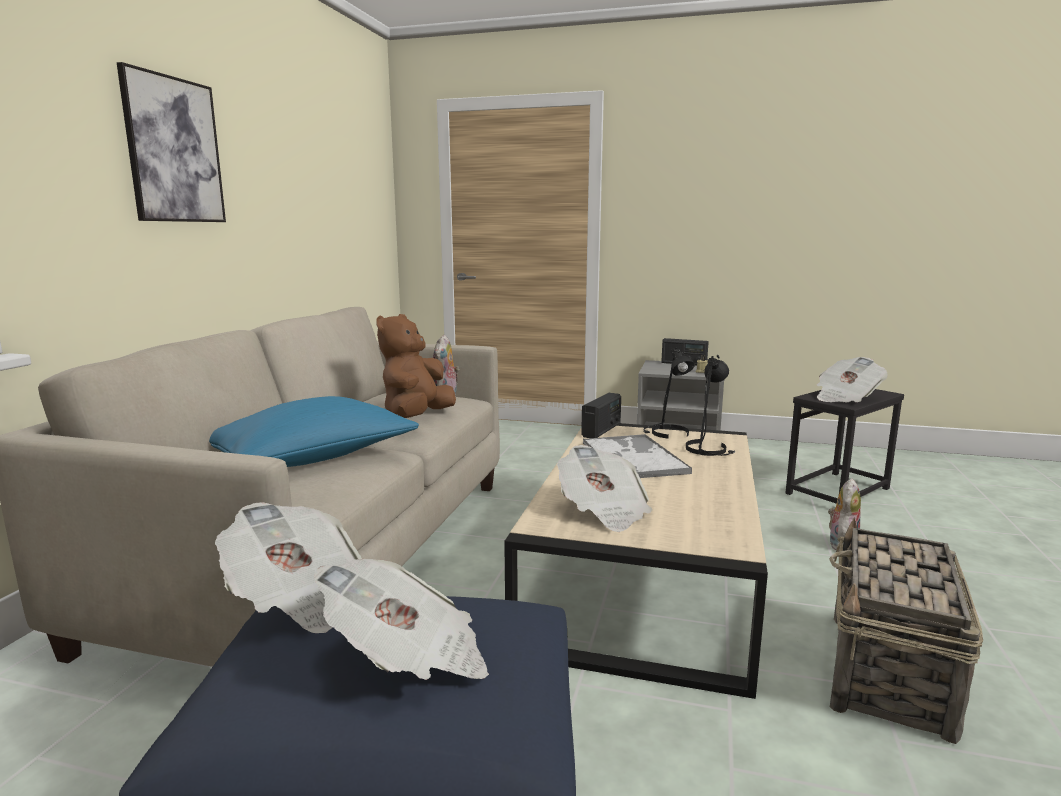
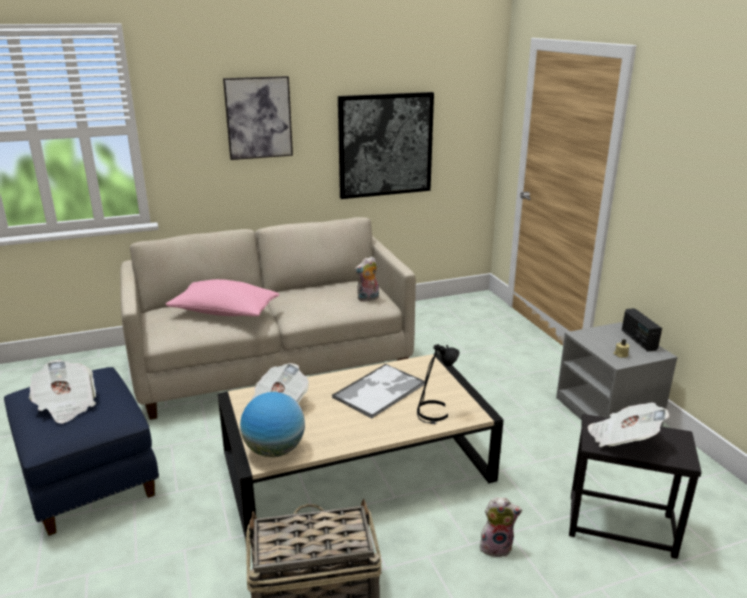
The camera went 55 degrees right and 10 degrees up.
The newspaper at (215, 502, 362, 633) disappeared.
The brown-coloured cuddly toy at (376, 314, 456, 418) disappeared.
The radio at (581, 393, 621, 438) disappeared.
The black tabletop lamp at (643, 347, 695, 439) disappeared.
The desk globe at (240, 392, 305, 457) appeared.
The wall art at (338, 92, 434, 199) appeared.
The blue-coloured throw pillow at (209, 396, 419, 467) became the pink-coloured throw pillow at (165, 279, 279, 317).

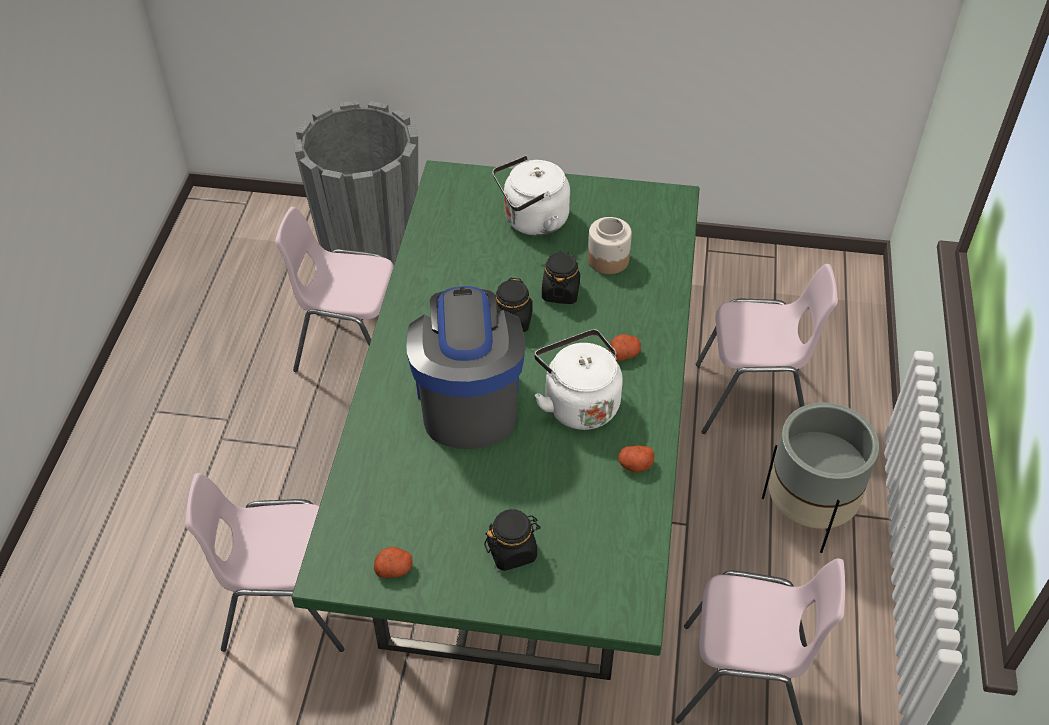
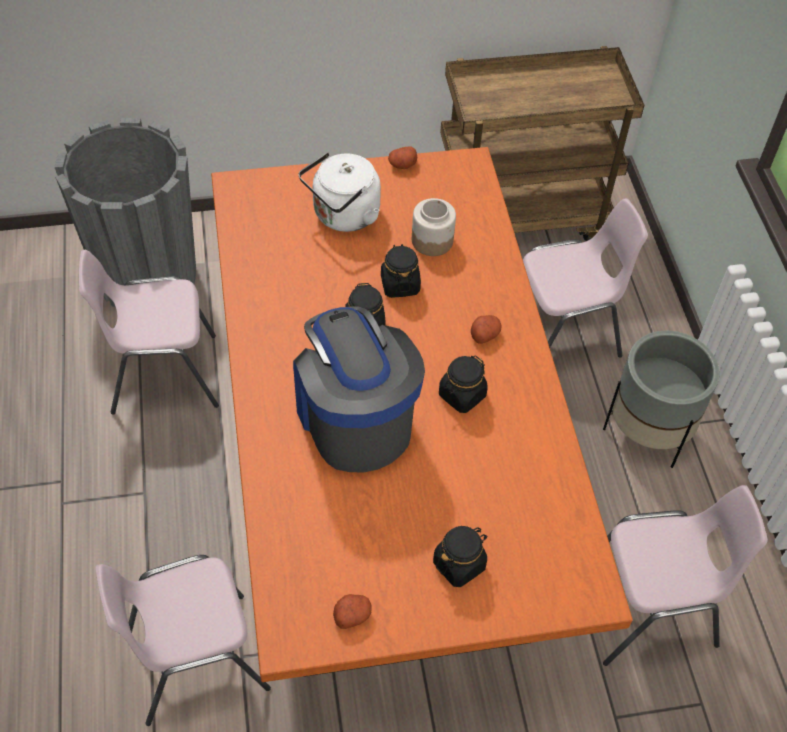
The camera went 20 degrees left and 5 degrees up.
The brown-coloured wheeled cart at (440, 46, 644, 241) appeared.
The spud moved from (618, 445, 655, 473) to (388, 146, 417, 169).
The white tea kettle at (535, 330, 623, 430) was replaced by the black jar at (439, 355, 488, 413).
The greenish dining table at (292, 160, 700, 680) became the orange dining table at (211, 147, 633, 682).

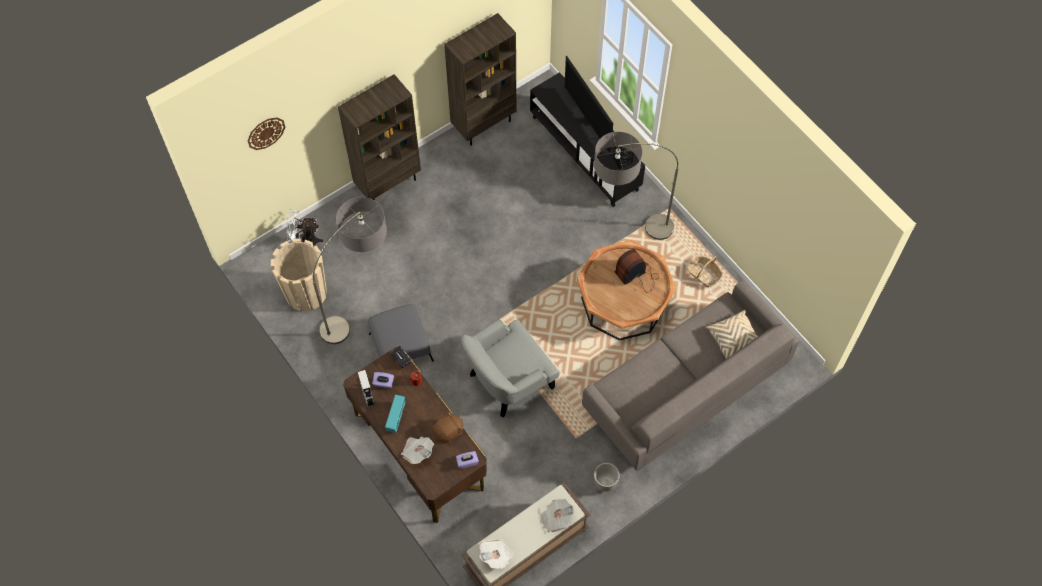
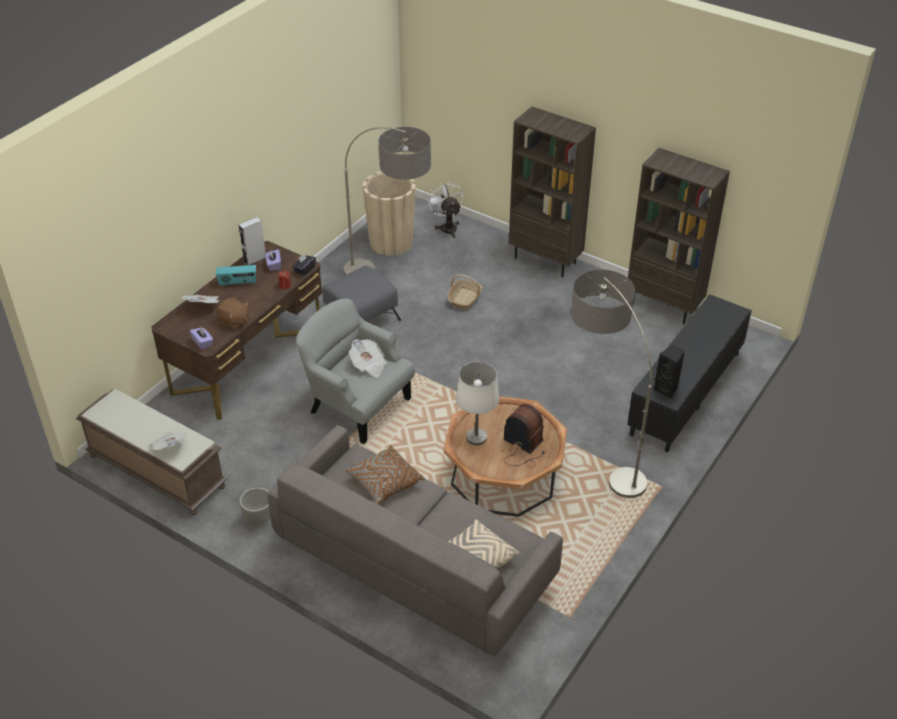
The camera went 70 degrees right and 20 degrees down.
The clock on the wall at (248, 117, 285, 150) disappeared.
The TV set at (564, 56, 613, 153) disappeared.
The brown-coloured throw pillow at (345, 445, 425, 504) appeared.
The white tabletop lamp at (456, 362, 499, 445) appeared.
The newspaper moved from (479, 539, 515, 569) to (349, 339, 388, 377).
The household basket moved from (687, 256, 722, 287) to (448, 274, 482, 309).

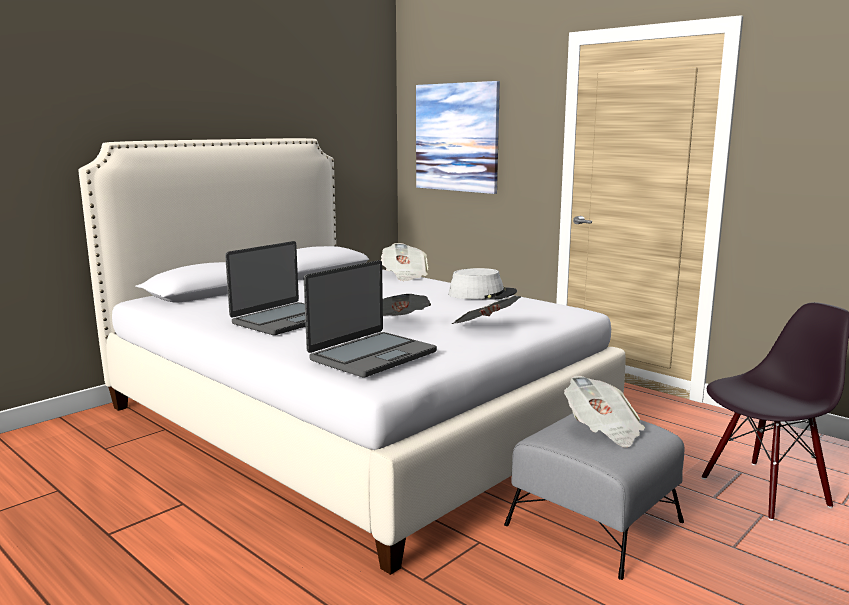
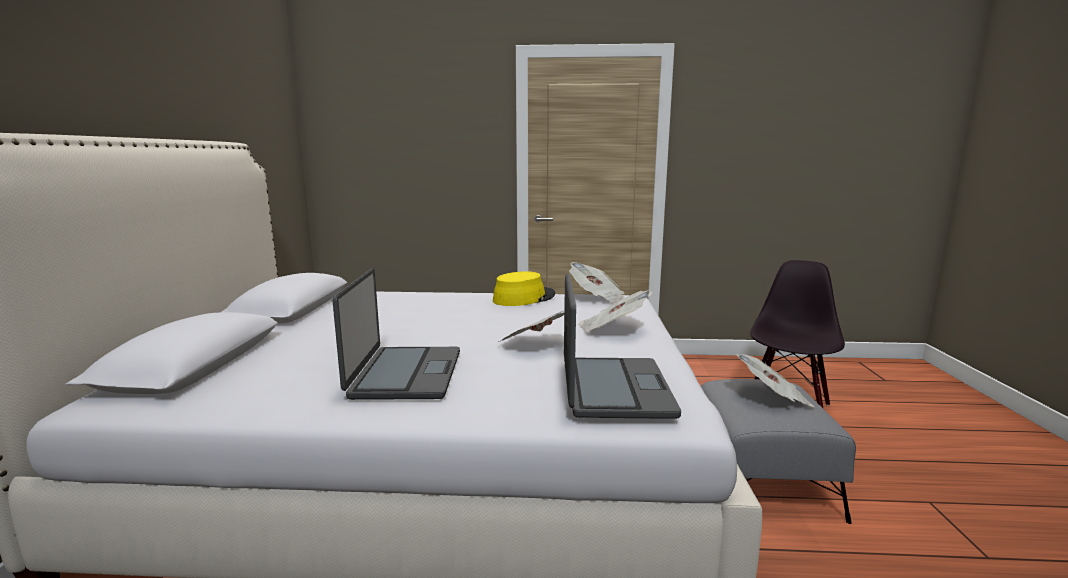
The camera went 40 degrees left and 0 degrees up.
The wall art at (416, 81, 500, 194) disappeared.
The newspaper moved from (381, 243, 428, 281) to (569, 262, 624, 303).
The grey clothing hat at (448, 268, 517, 300) became the yellow-coloured clothing hat at (493, 271, 555, 306).

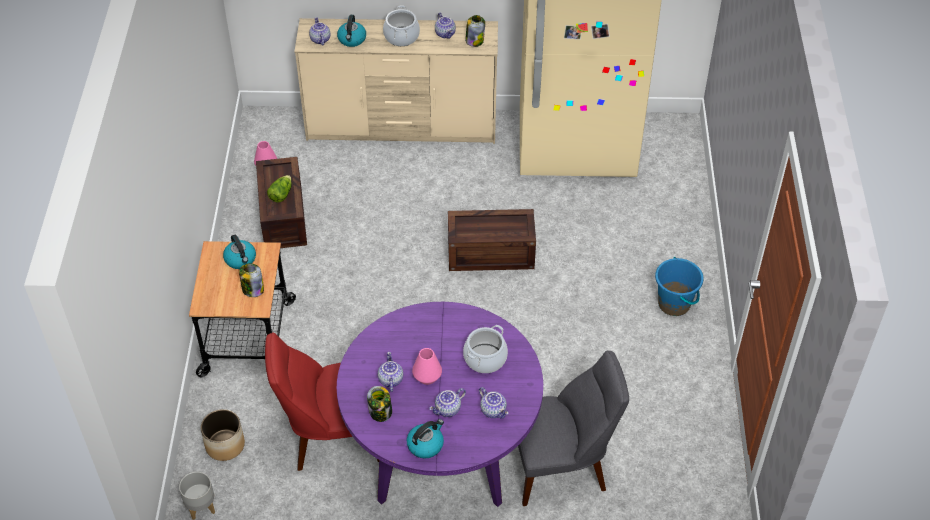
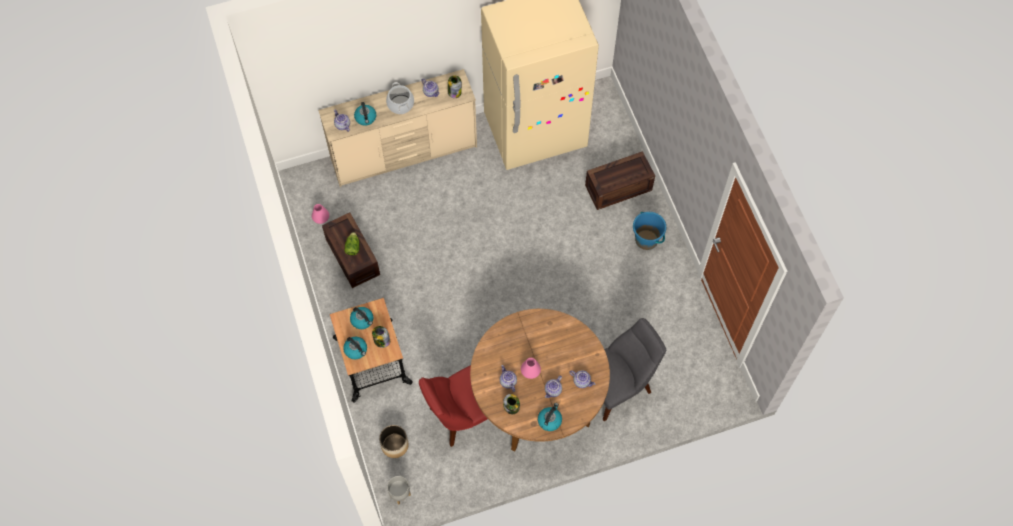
The camera went 20 degrees left and 15 degrees up.
The stockpot at (463, 325, 508, 373) disappeared.
The tea kettle at (343, 337, 367, 359) appeared.
The packing crate moved from (448, 209, 536, 271) to (585, 151, 655, 210).
The purple dining table at (337, 302, 543, 507) became the brown-coloured dining table at (470, 309, 610, 451).

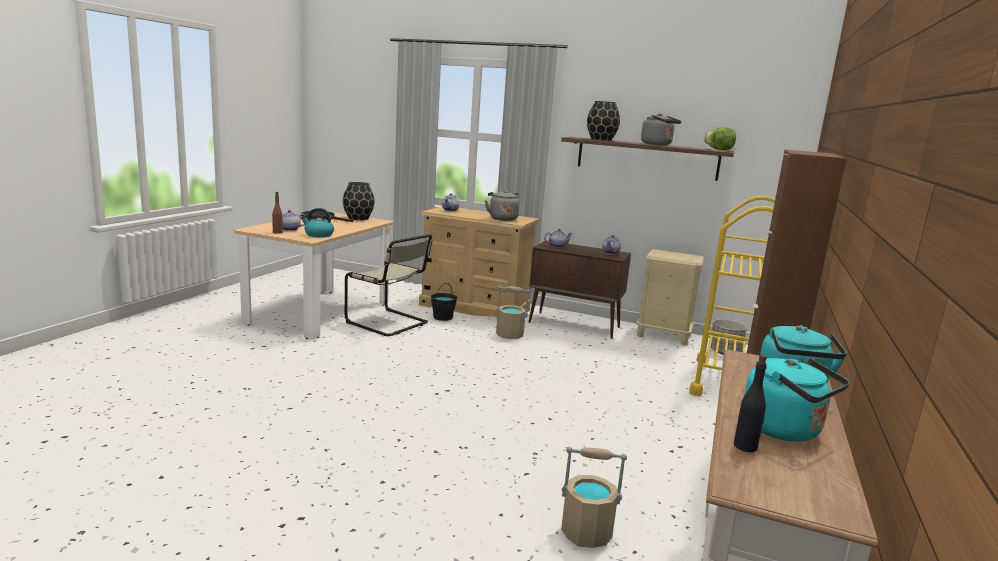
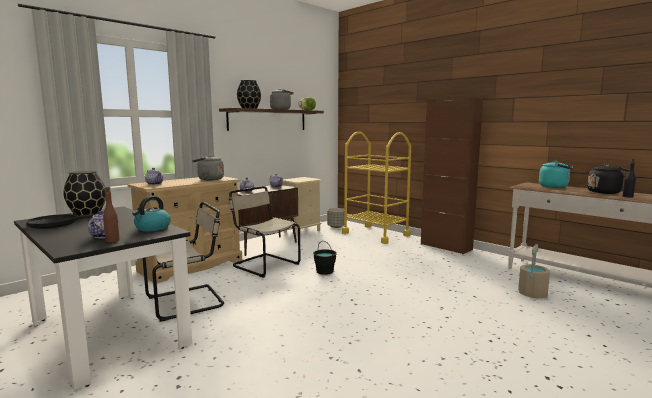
The camera went 65 degrees left and 5 degrees down.
The black pail moved from (431, 283, 457, 321) to (313, 241, 337, 275).
The beige pail at (496, 286, 530, 339) was replaced by the beige chair at (229, 186, 300, 278).
The beige dining table at (234, 212, 394, 339) became the black dining table at (14, 206, 192, 390).
The turquoise-coloured tea kettle at (744, 358, 850, 442) became the black tea kettle at (587, 164, 629, 194).

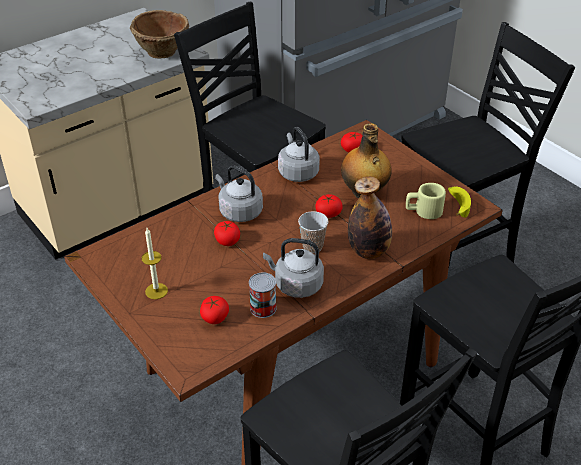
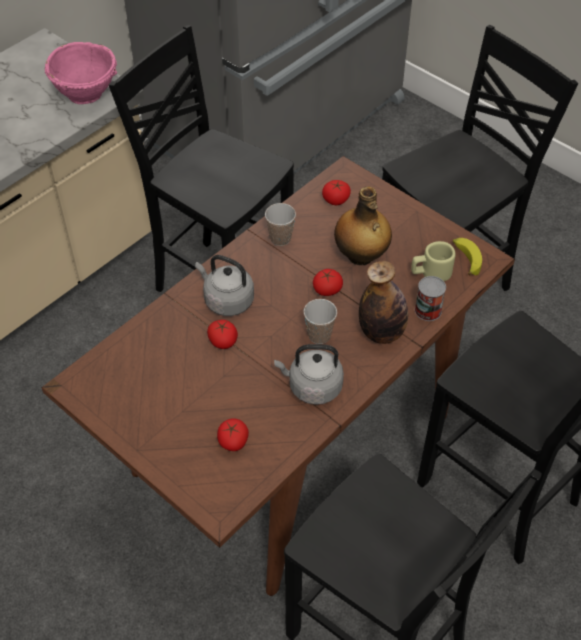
The camera went 10 degrees left and 10 degrees up.
The wax candle at (142, 228, 168, 299) disappeared.
The sealed can moved from (249, 272, 277, 318) to (415, 276, 446, 321).
The grey tea kettle at (278, 127, 320, 182) was replaced by the cup at (265, 203, 296, 246).
The brown-coloured deep dish at (130, 10, 189, 58) became the pink-coloured deep dish at (44, 42, 117, 104).

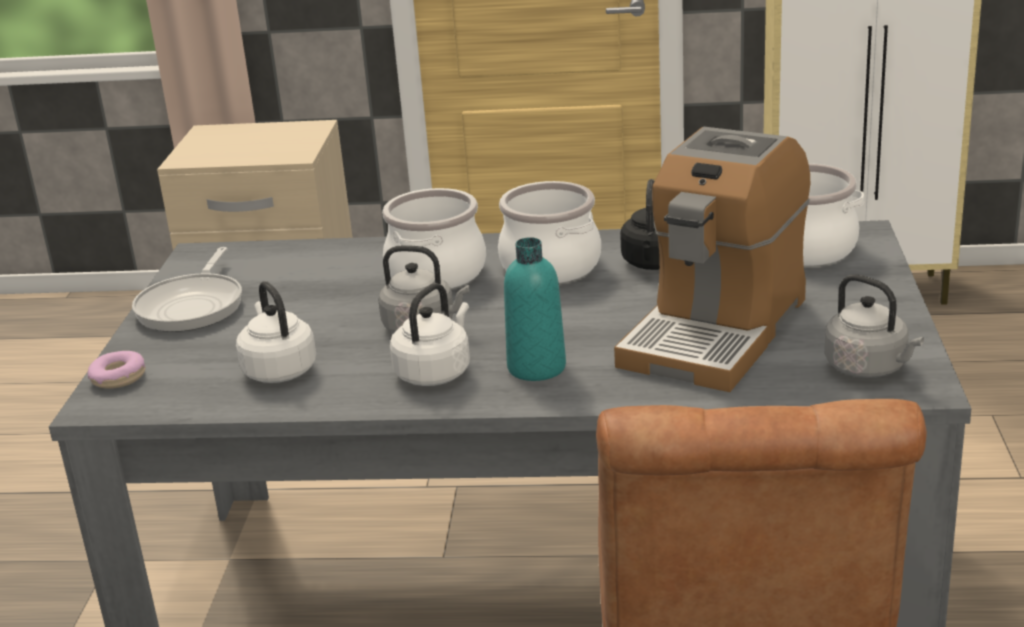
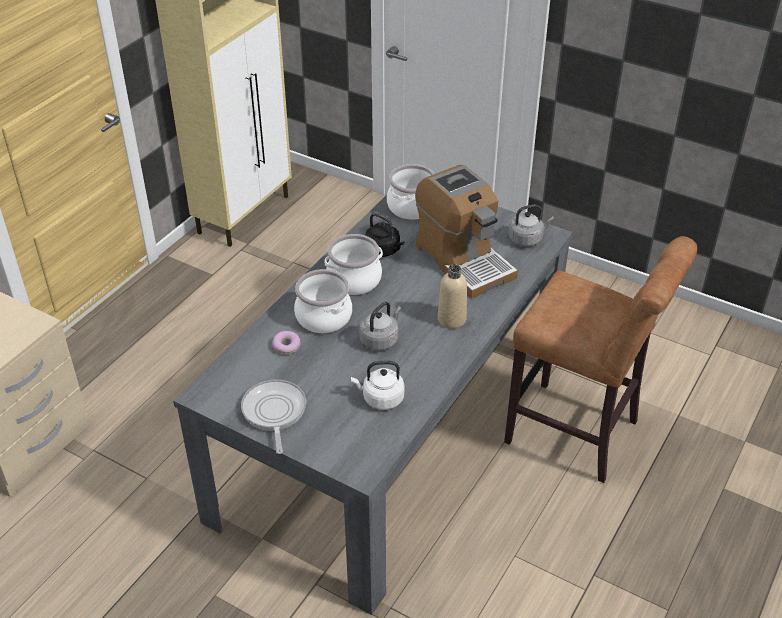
The camera went 65 degrees left and 15 degrees up.
The white tea kettle at (390, 283, 470, 386) disappeared.
The donut moved from (88, 351, 145, 389) to (273, 331, 300, 354).
The turquoise-coloured beverage bottle at (504, 237, 566, 381) became the beige beverage bottle at (438, 264, 467, 329).
The pan at (132, 247, 242, 332) turned 135 degrees counterclockwise.

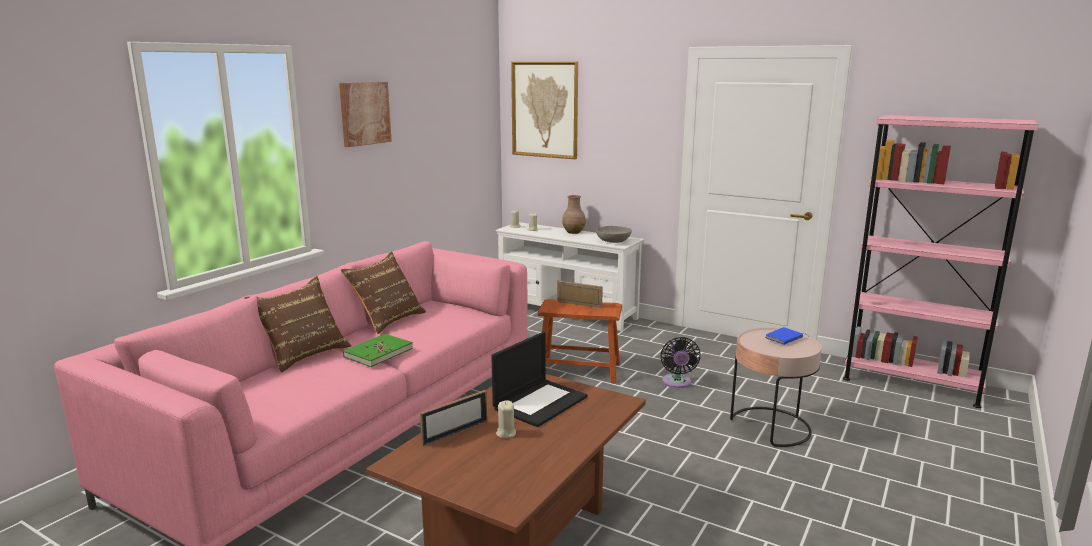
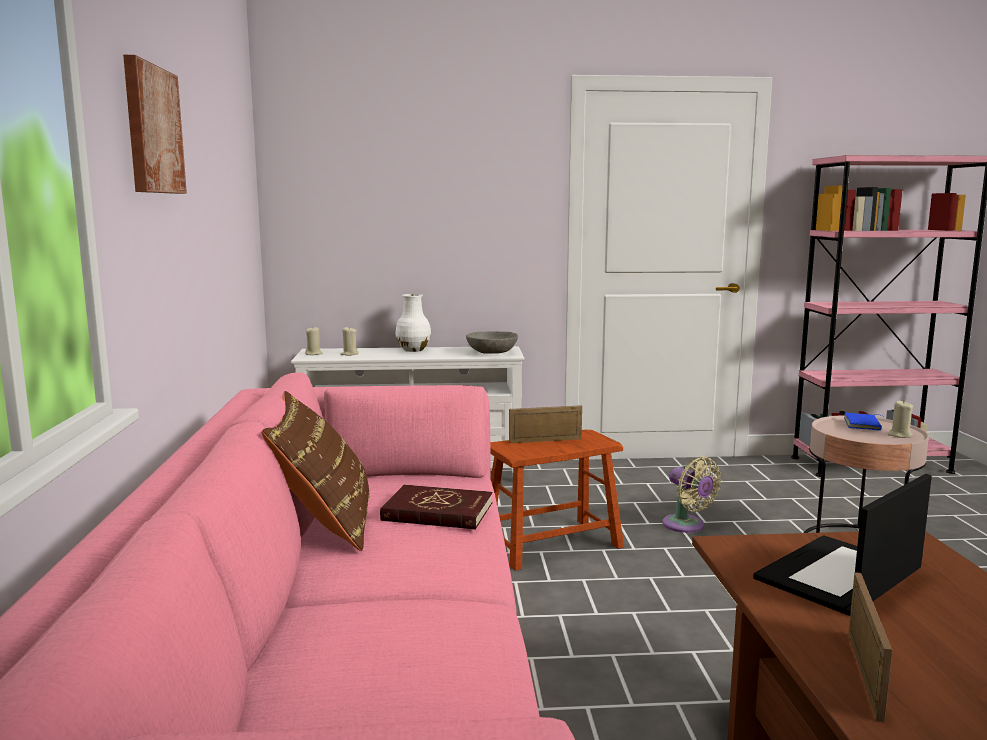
The camera went 35 degrees left and 5 degrees down.
The brown-coloured throw pillow at (244, 276, 351, 373) disappeared.
The greenish bound book at (343, 334, 413, 367) disappeared.
The wall art at (511, 61, 578, 159) disappeared.
The reddish bound book at (380, 485, 492, 529) appeared.
The beige wax candle moved from (496, 400, 516, 438) to (888, 400, 914, 438).
The brown-coloured flower vase at (562, 195, 586, 234) became the white flower vase at (395, 294, 431, 352).
The black fan at (661, 337, 700, 388) became the beige fan at (662, 456, 721, 533).
The laptop at (491, 332, 588, 427) turned 135 degrees counterclockwise.

